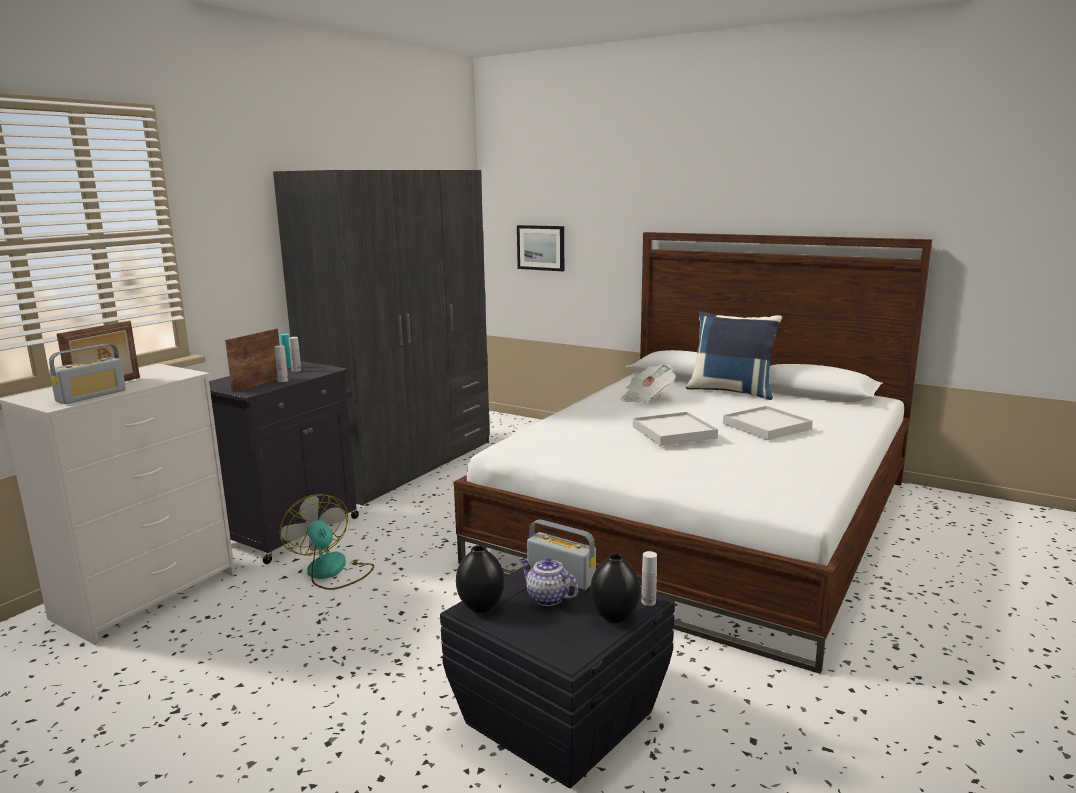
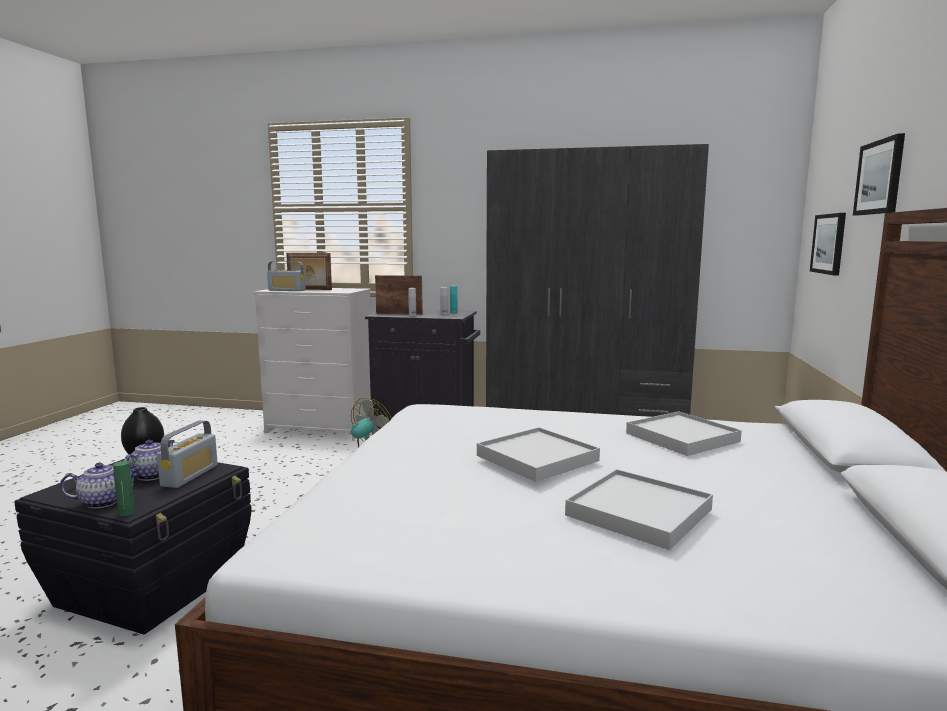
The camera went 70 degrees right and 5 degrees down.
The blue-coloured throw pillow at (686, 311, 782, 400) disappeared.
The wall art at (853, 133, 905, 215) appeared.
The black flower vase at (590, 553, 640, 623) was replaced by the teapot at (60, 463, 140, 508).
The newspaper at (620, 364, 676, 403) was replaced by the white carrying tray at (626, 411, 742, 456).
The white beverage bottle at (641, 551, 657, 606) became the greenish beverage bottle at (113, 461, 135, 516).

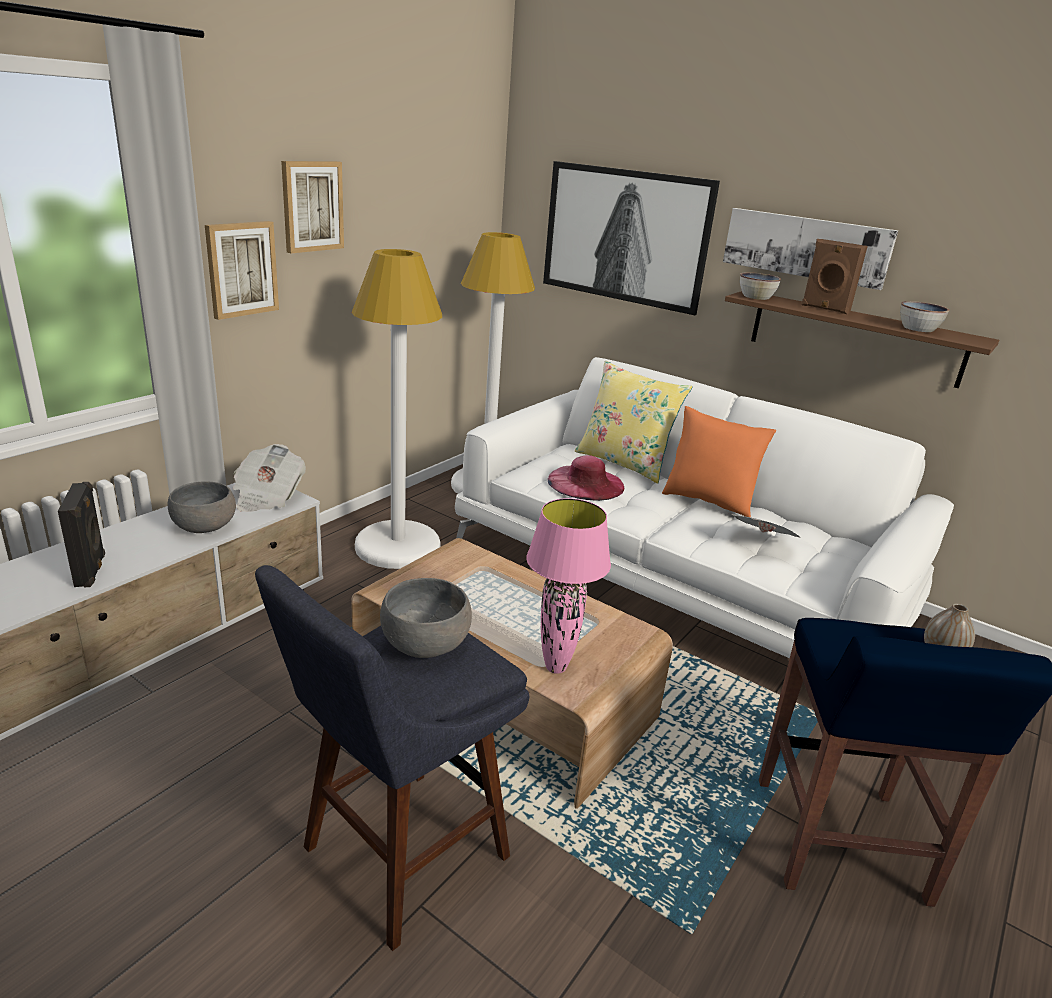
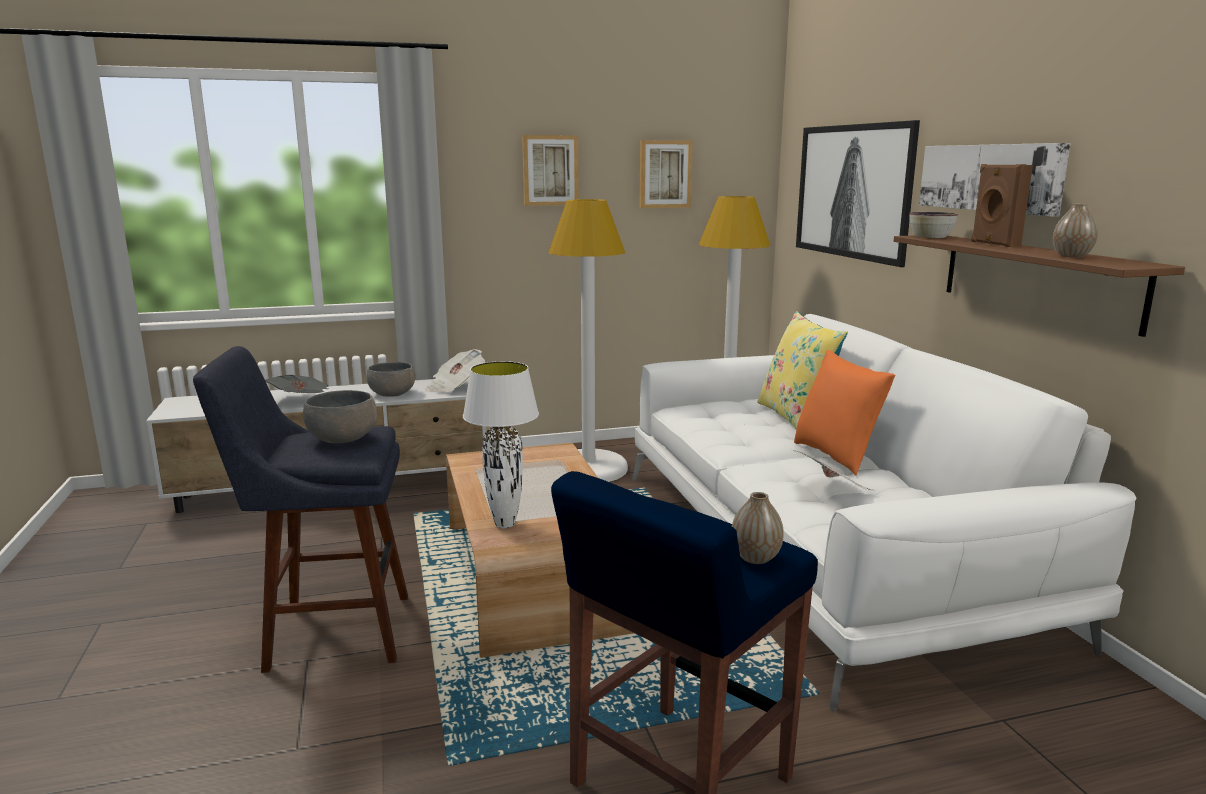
The camera went 40 degrees right and 10 degrees down.
The pink-coloured clothing hat at (548, 455, 624, 501) disappeared.
The wall art moved from (205, 221, 279, 320) to (639, 140, 693, 208).
The black loudspeaker at (58, 482, 105, 588) was replaced by the newspaper at (265, 375, 329, 393).
The deep dish at (900, 301, 949, 332) was replaced by the flower vase at (1053, 204, 1098, 258).
The pink-coloured tabletop lamp at (526, 498, 611, 674) became the white tabletop lamp at (463, 361, 539, 528).

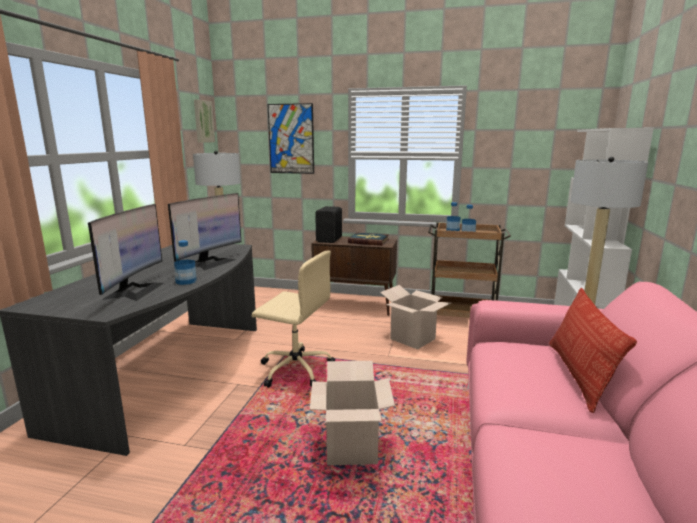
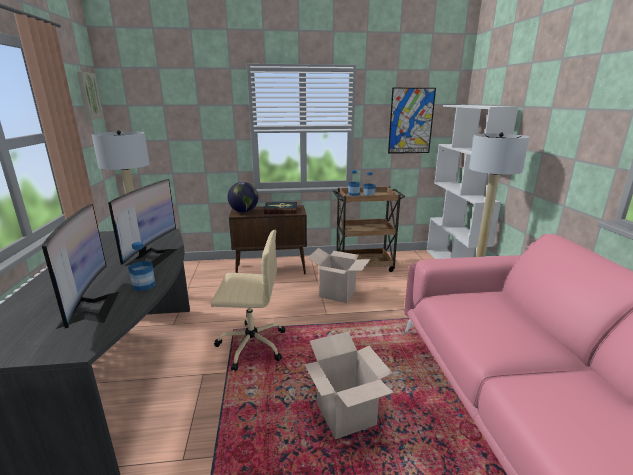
The camera went 20 degrees left and 5 degrees up.
The throw pillow at (549, 288, 637, 413) disappeared.
The wall art moved from (267, 103, 314, 174) to (388, 88, 436, 154).
The black loudspeaker at (315, 206, 342, 243) was replaced by the desk globe at (228, 182, 258, 213).

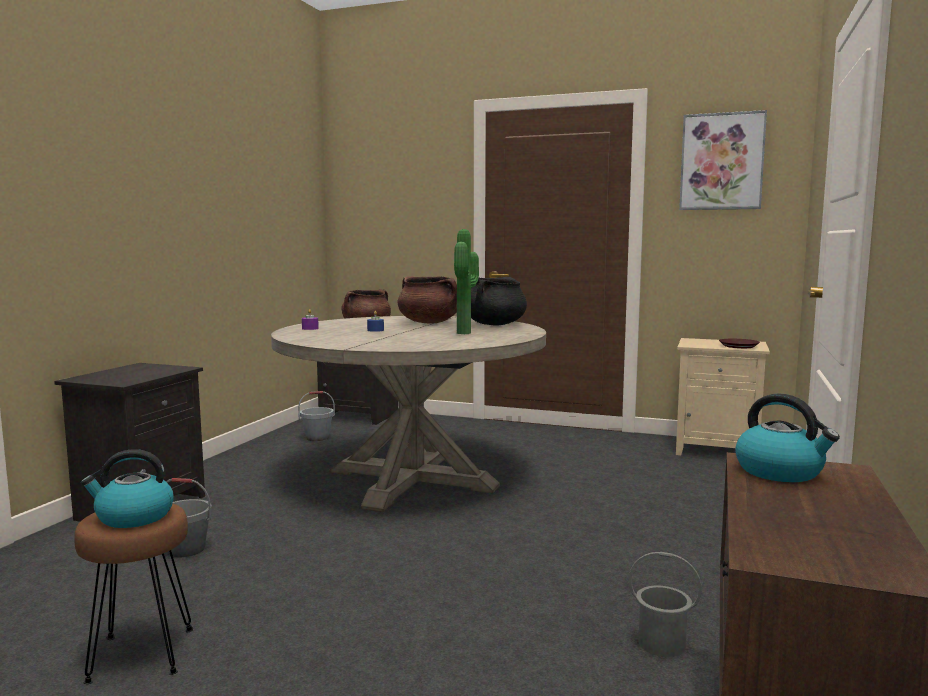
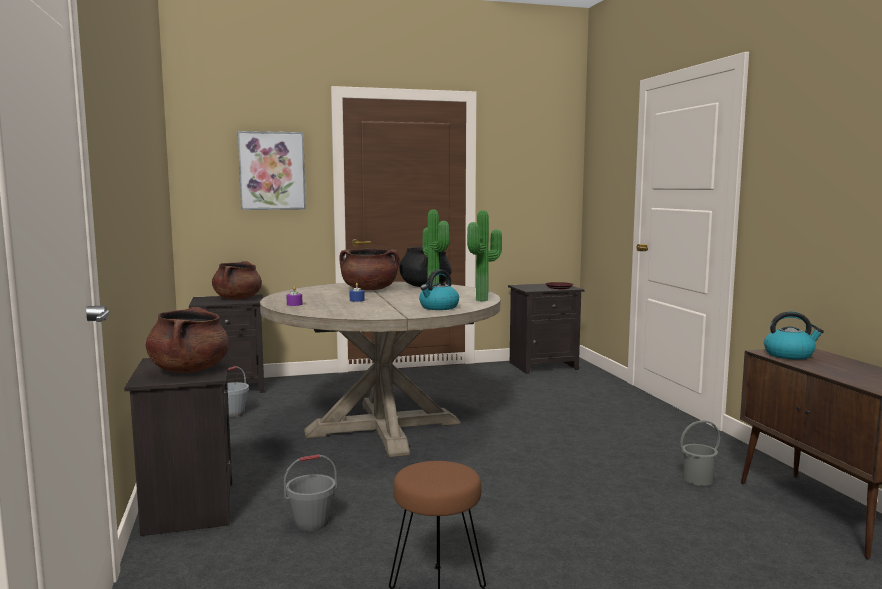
The camera went 35 degrees left and 0 degrees up.
The brown-coloured stockpot at (146, 307, 229, 373) appeared.
The houseplant at (467, 210, 502, 301) appeared.
The tea kettle moved from (81, 449, 174, 528) to (419, 270, 459, 310).
The wall art moved from (679, 110, 767, 210) to (238, 131, 306, 210).
The beige night table at (676, 338, 770, 456) became the black night table at (508, 284, 584, 374).

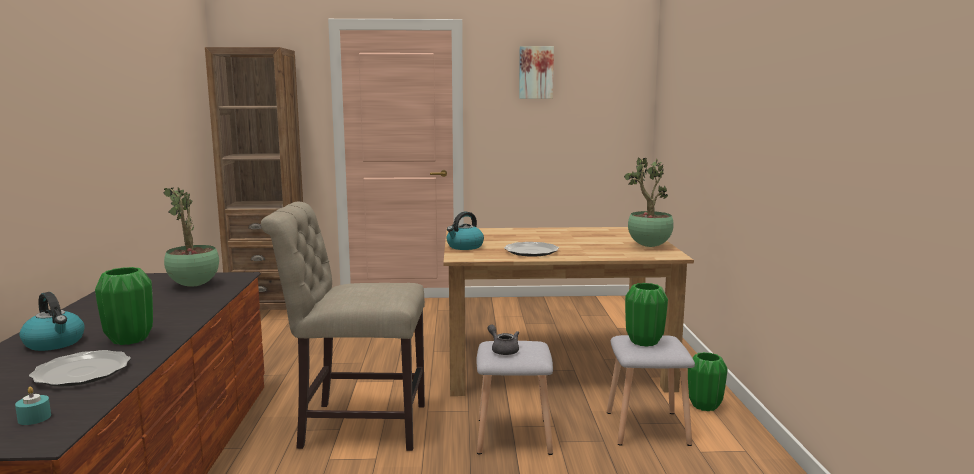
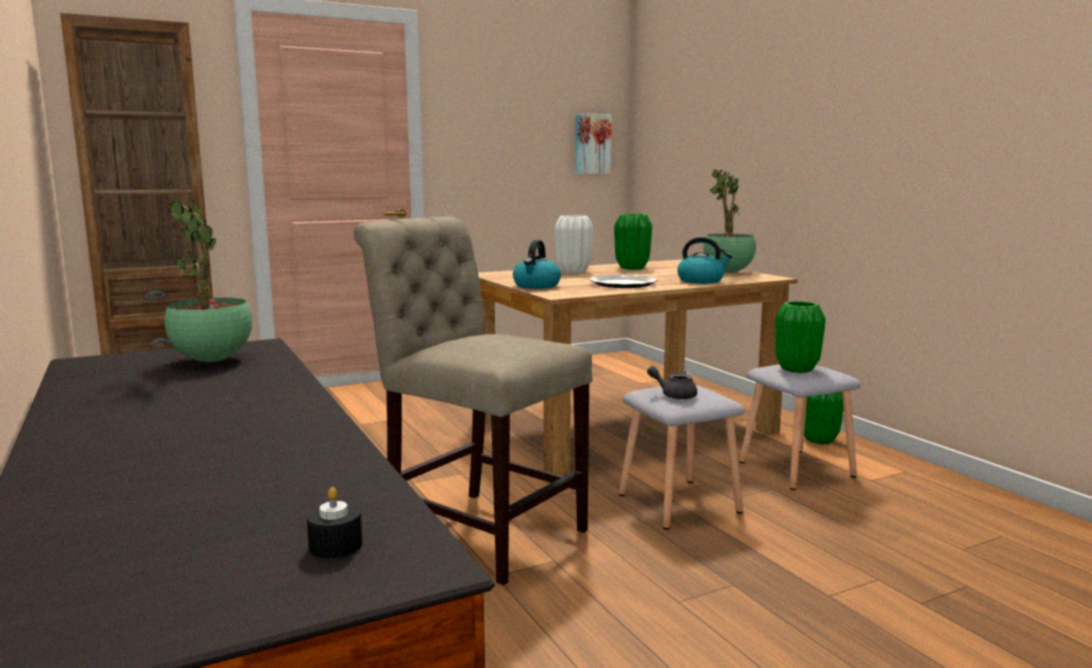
The camera went 25 degrees left and 0 degrees up.
The plate at (29, 350, 131, 387) disappeared.
The white flower vase at (554, 215, 593, 273) appeared.
The tea kettle moved from (20, 292, 85, 351) to (677, 237, 732, 284).
The greenish flower vase moved from (95, 267, 153, 345) to (614, 214, 652, 269).
The wall art moved from (519, 46, 554, 99) to (575, 113, 612, 174).
The turquoise-coloured wax candle at (15, 387, 51, 425) became the black wax candle at (307, 487, 362, 559).
The beige chair at (261, 202, 425, 451) turned 60 degrees clockwise.

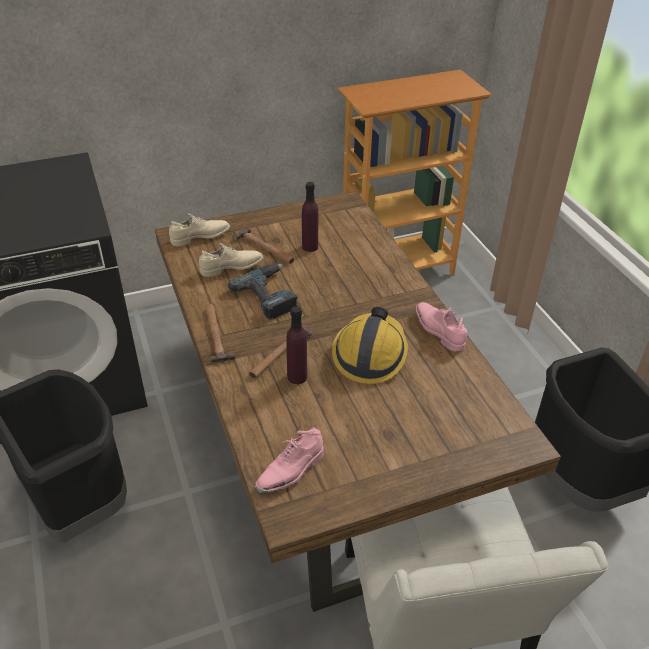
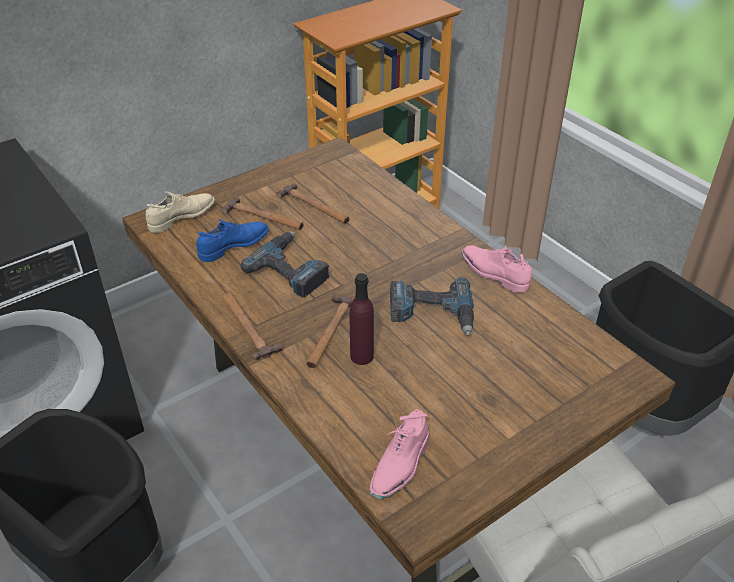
The camera went 15 degrees left and 0 degrees up.
The purple beverage bottle at (302, 182, 318, 252) was replaced by the hand hammer at (277, 184, 349, 224).
The hard hat at (332, 307, 408, 384) was replaced by the power drill at (390, 277, 474, 335).
The beige shoe at (199, 243, 264, 277) became the blue-coloured shoe at (197, 219, 269, 262).

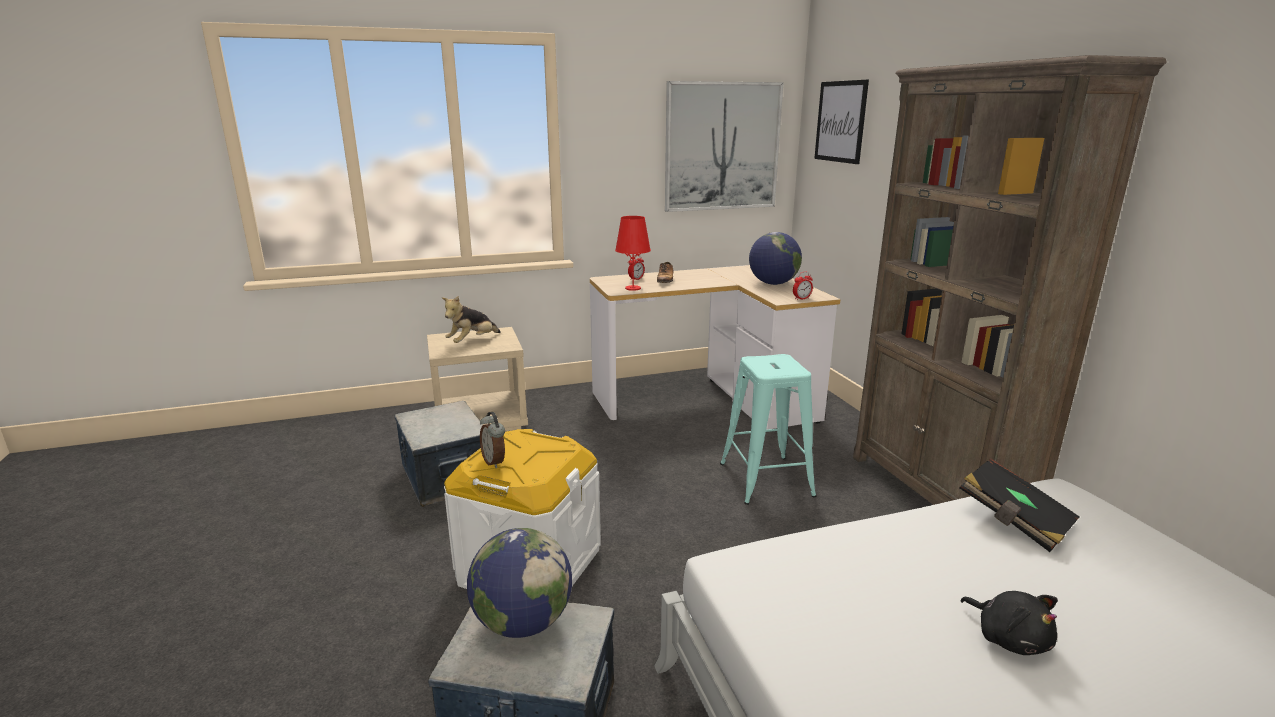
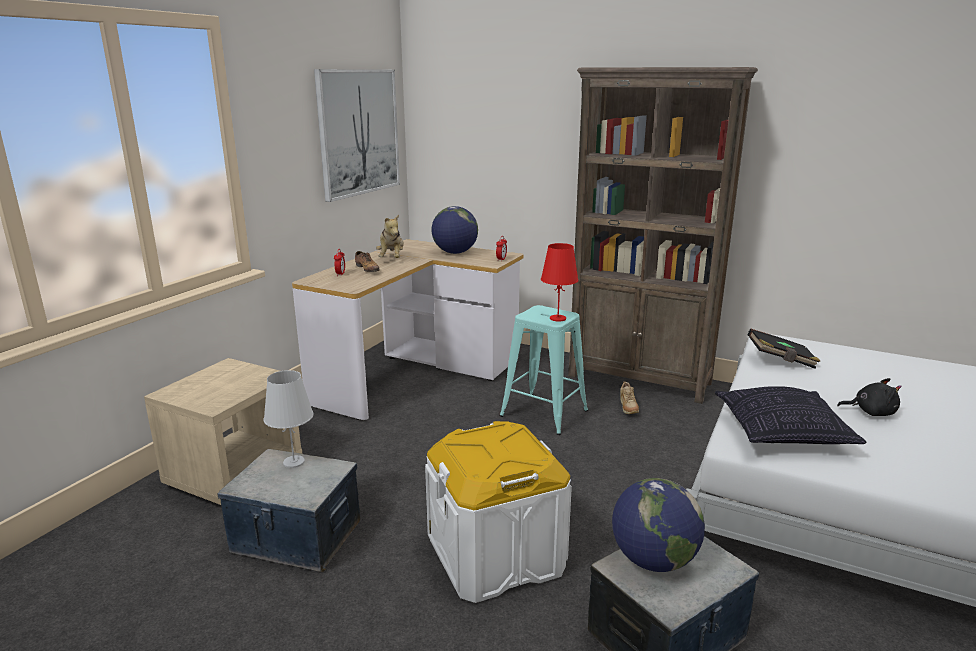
The camera went 45 degrees left and 0 degrees up.
The alarm clock at (480, 412, 505, 468) disappeared.
The wall art at (814, 80, 869, 164) disappeared.
The white tabletop lamp at (264, 370, 313, 468) appeared.
The beige shoe at (620, 381, 639, 414) appeared.
The throw pillow at (715, 386, 867, 444) appeared.
The cuddly toy moved from (442, 296, 501, 343) to (376, 215, 404, 258).
The reddish tabletop lamp moved from (615, 216, 651, 291) to (541, 243, 579, 322).

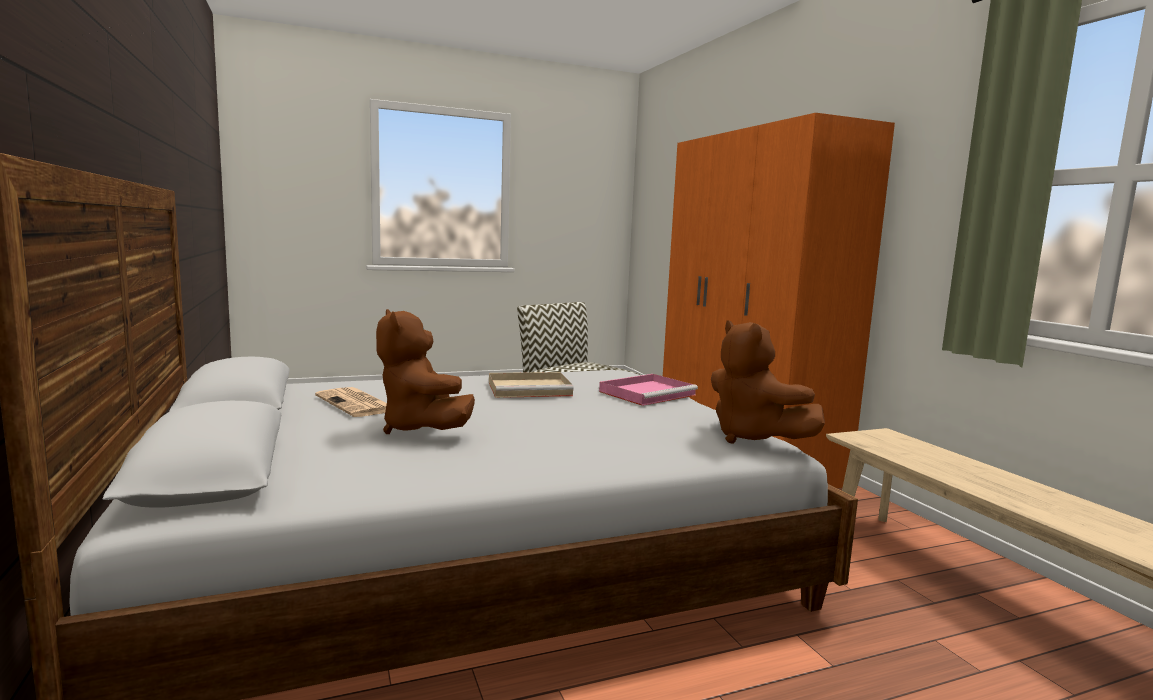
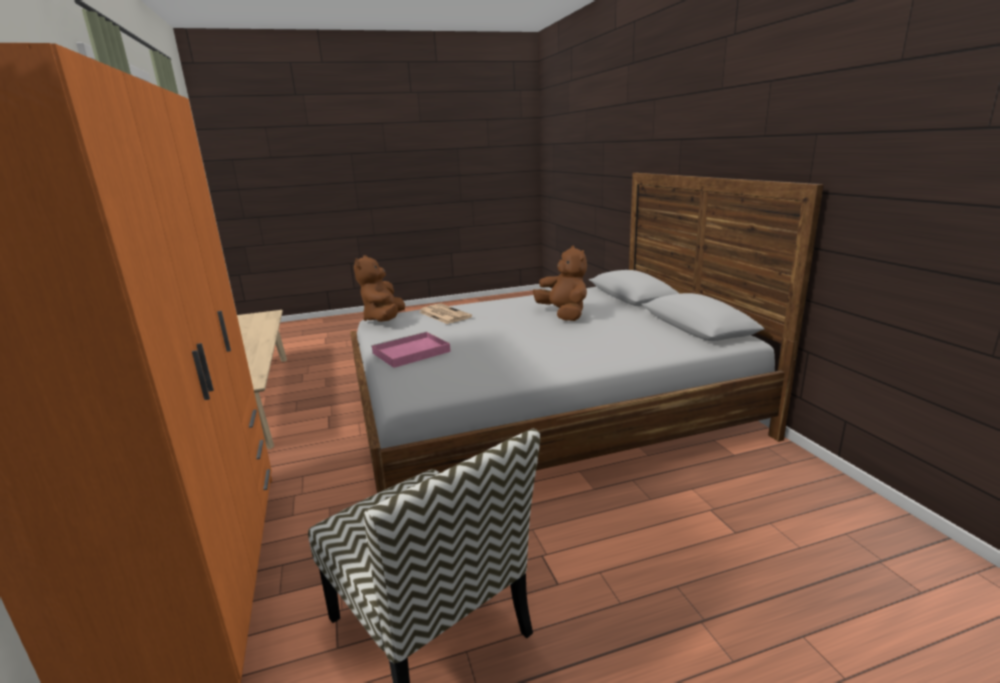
The camera went 175 degrees left and 10 degrees up.
The beige carrying tray at (489, 372, 574, 398) disappeared.
The newspaper moved from (315, 387, 387, 417) to (419, 304, 472, 324).
The brown-coloured cuddly toy at (711, 320, 825, 444) turned 150 degrees counterclockwise.

